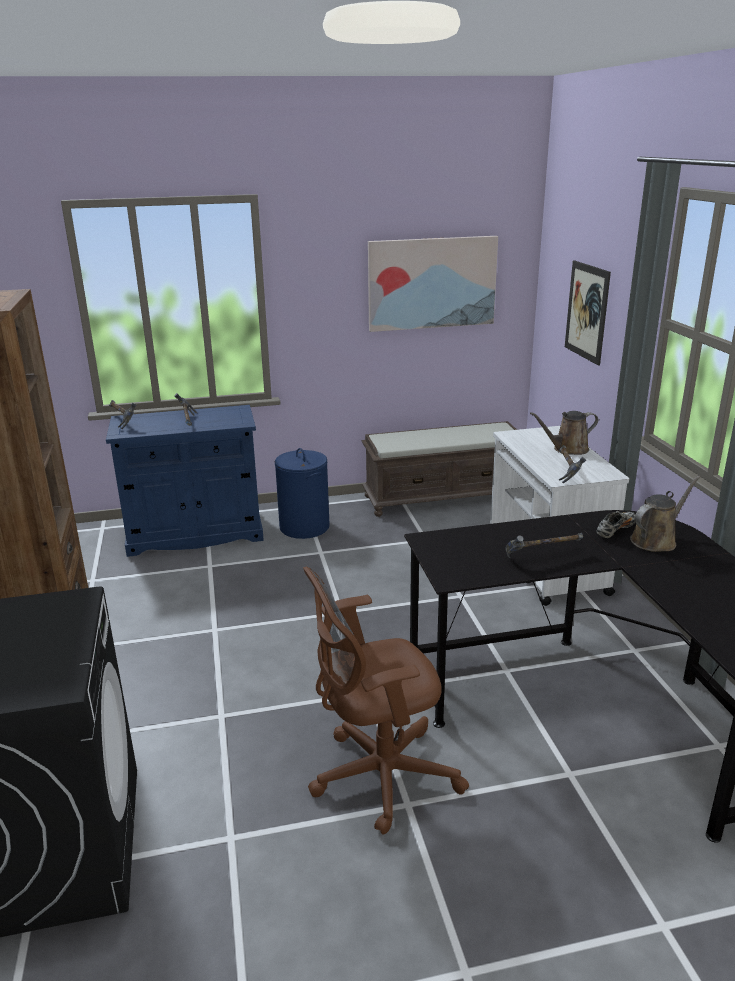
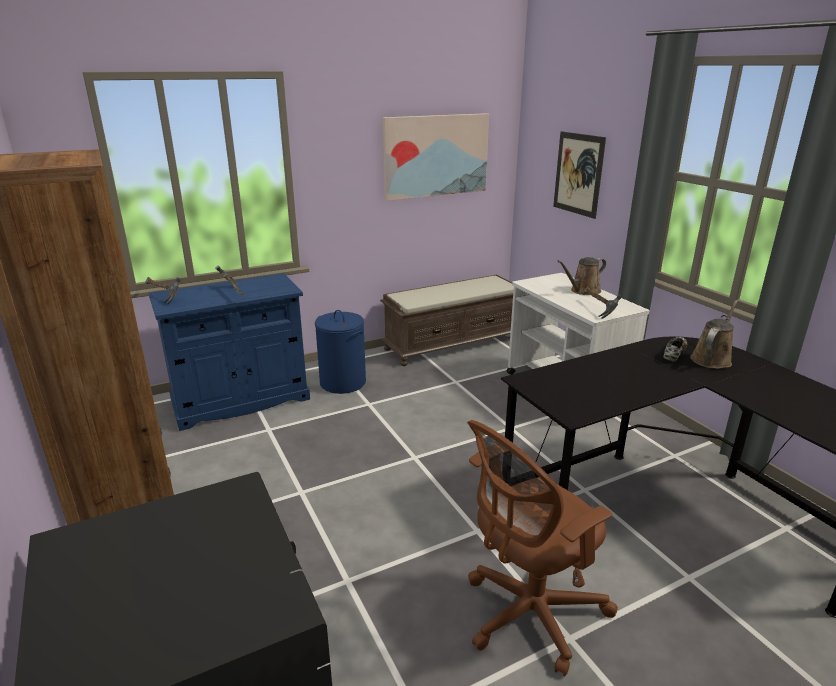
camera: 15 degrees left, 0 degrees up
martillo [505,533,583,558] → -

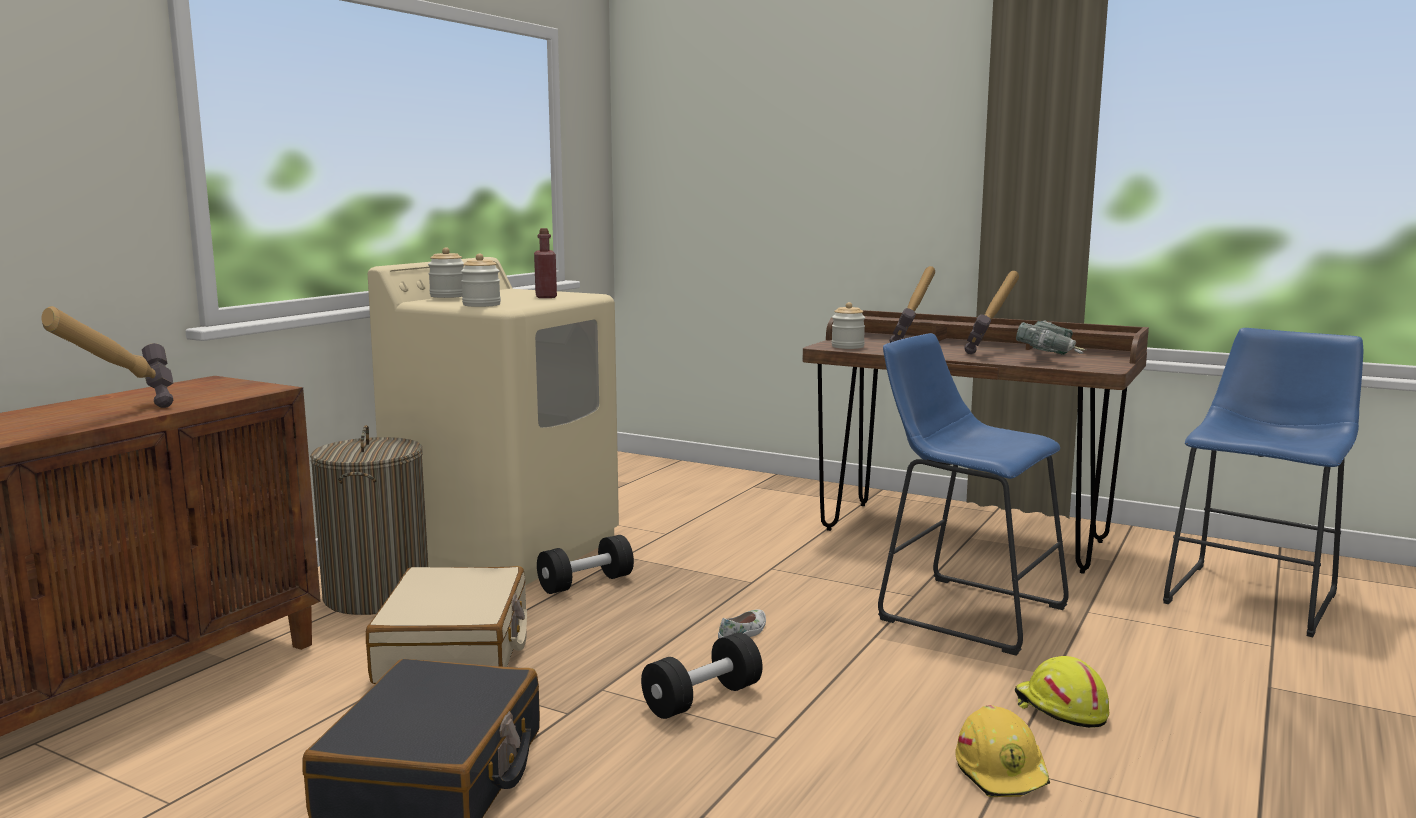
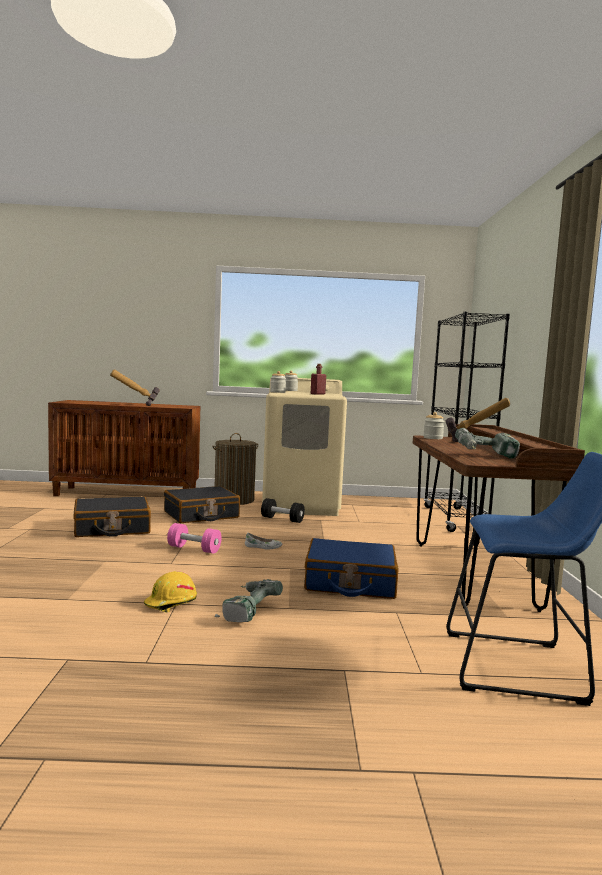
camera: 60 degrees right, 5 degrees down
maleta (beis) [366,566,527,684] → maleta (negro) [164,486,240,523]
mancuerna (negro) [641,632,762,719] → mancuerna (rosa) [167,523,221,554]
taburete (azul) [878,333,1069,656] → maleta (azul) [304,538,399,599]
martillo [964,271,1019,354] → -
casco (amarillo) [1015,656,1109,728] → taladro [215,579,283,622]
- → estantería (negro) [423,312,510,532]

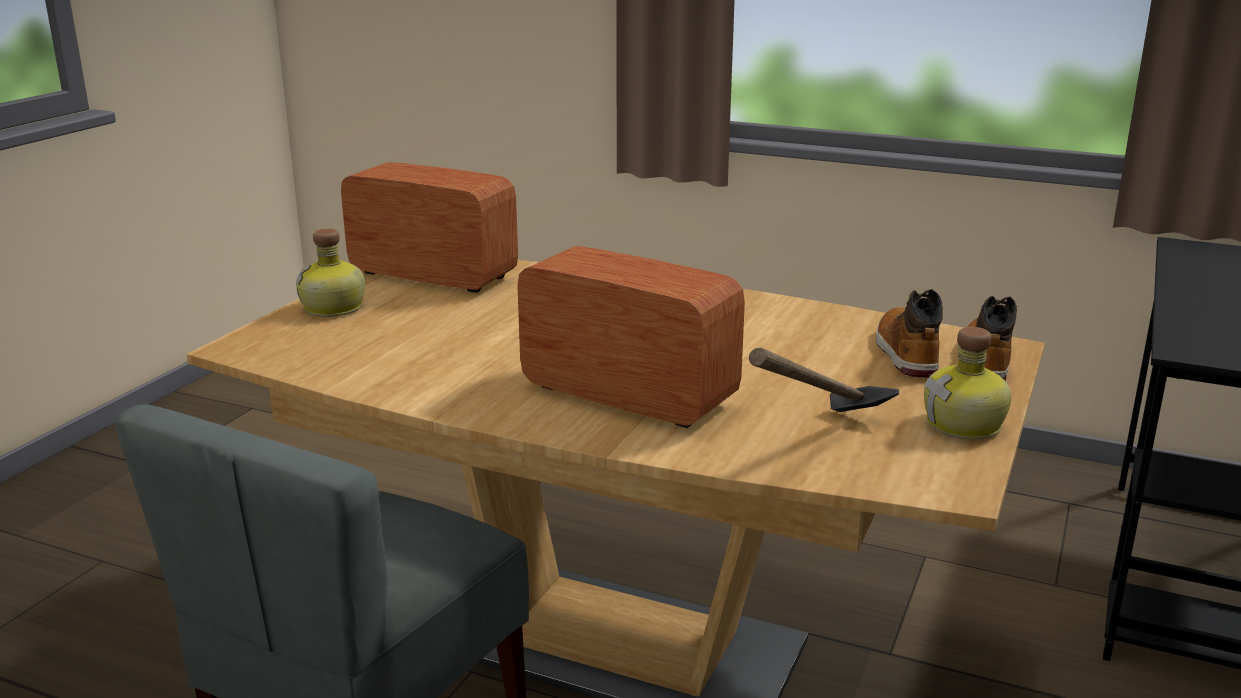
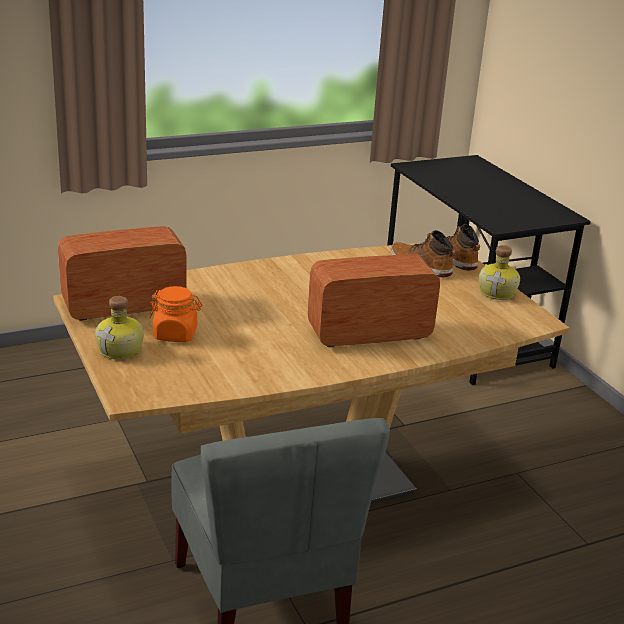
camera: 50 degrees left, 5 degrees up
martillo [749,348,899,412] → -
- → tarro (naranja) [149,286,202,342]

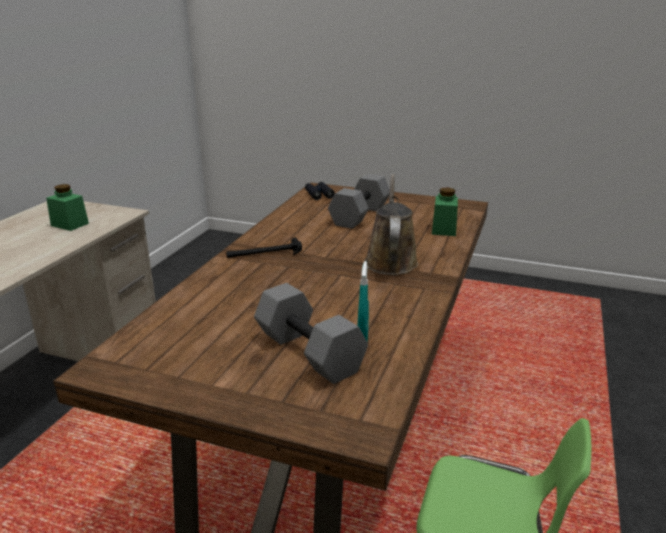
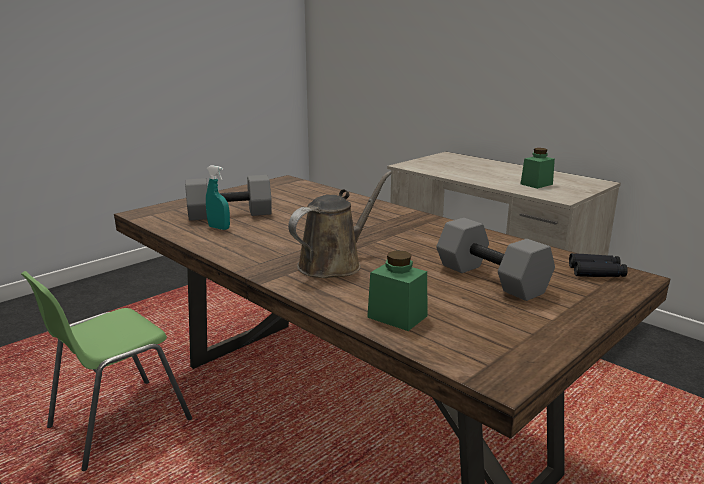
camera: 115 degrees right, 5 degrees down
martillo [226,238,302,258] → -
regadera (marrón) [364,174,418,275] → regadera (marrón) [288,171,392,278], 75 degrees counterclockwise

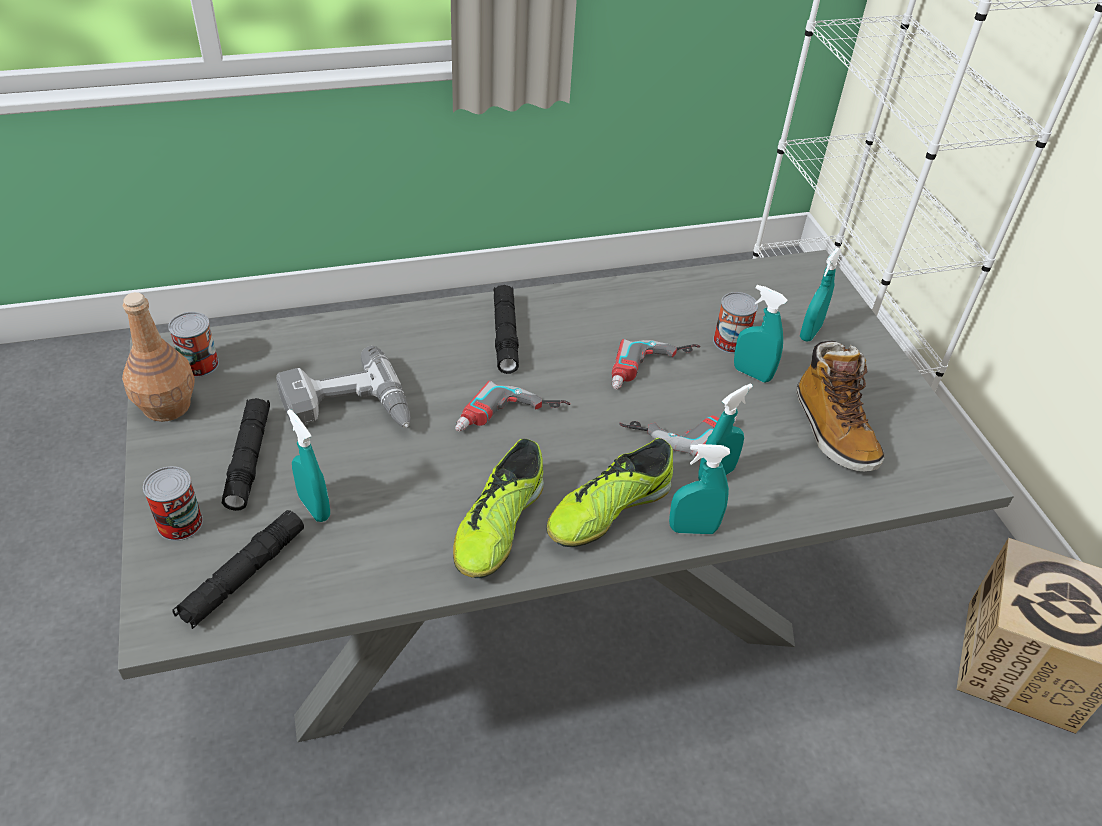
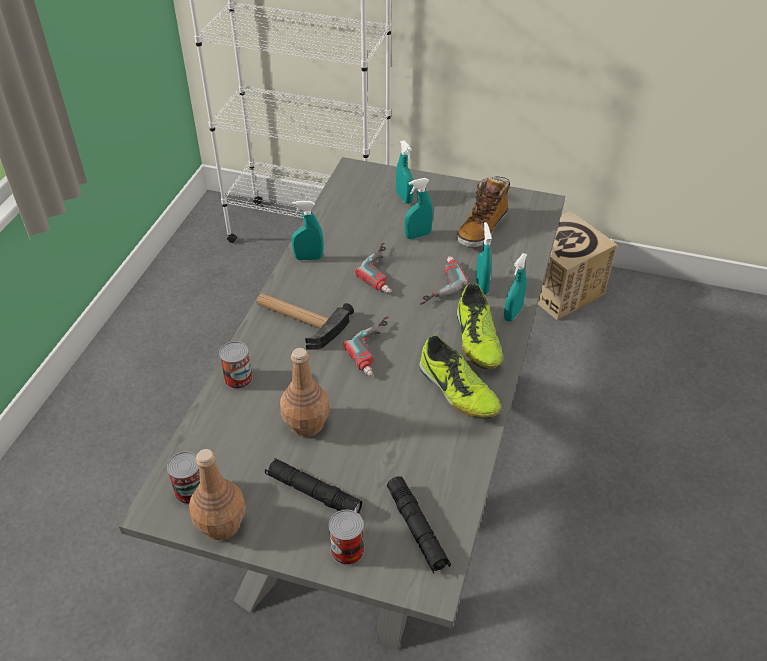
camera: 55 degrees left, 0 degrees up
taladro [276,346,411,428] → botella (marrón) [280,348,330,437]
pulverizador (turquesa) [287,409,330,522] → pulverizador (turquesa) [292,201,324,261], move
linterna (negro) [493,285,519,374] → martillo [257,293,354,350]
lata [713,292,758,354] → lata [219,341,253,389], move
bota [796,341,884,471] → bota [456,176,510,247], 105 degrees clockwise

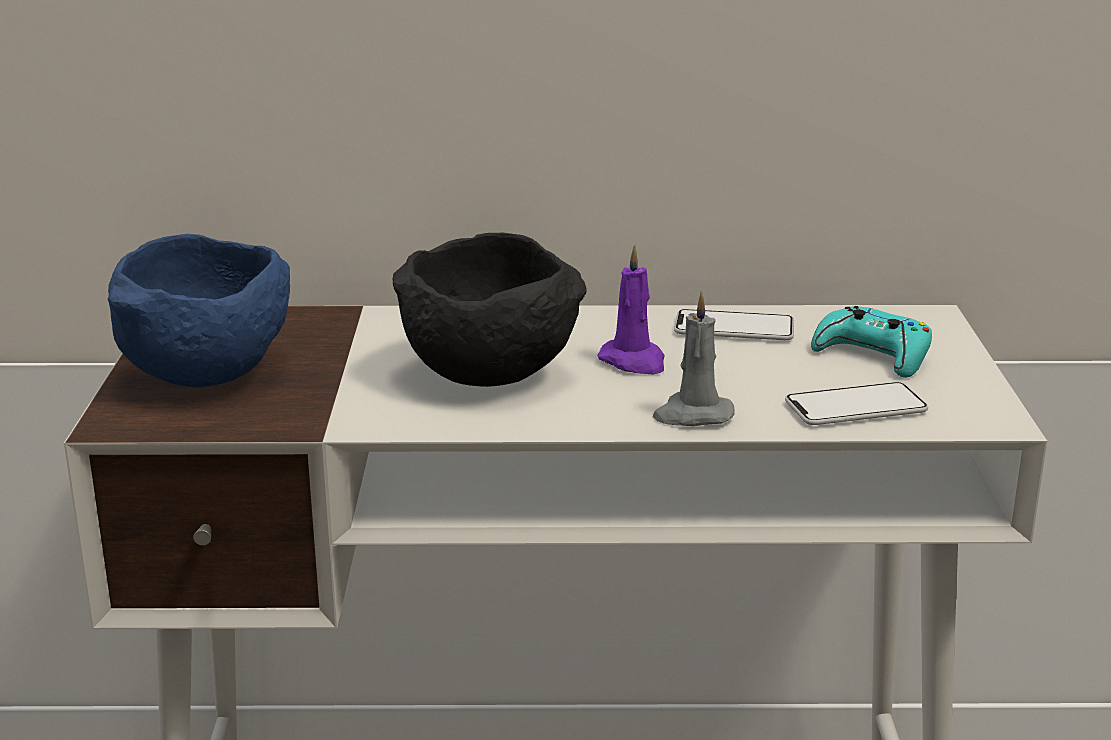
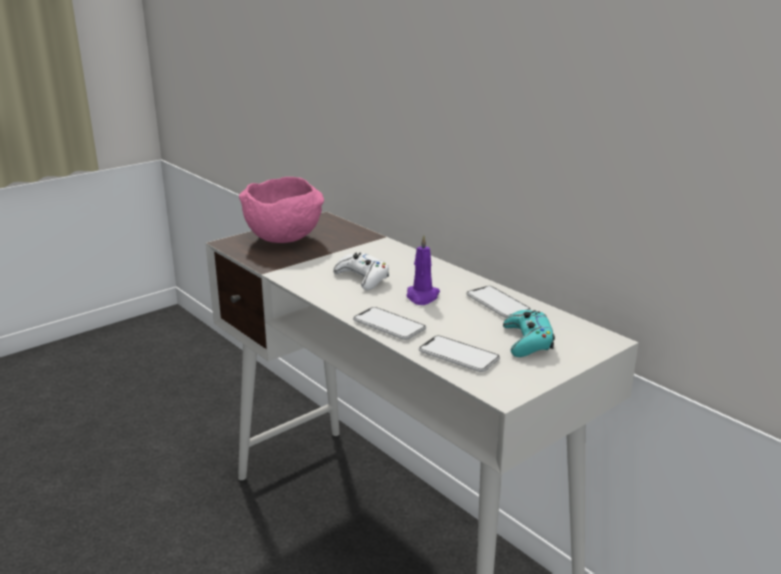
camera: 50 degrees right, 0 degrees up
cuenco (azul) [107,234,290,388] → cuenco (rosa) [239,177,324,243]
cuenco (negro) [393,233,586,387] → mando de consola (blanco) [333,252,389,290]
vela (gris) [653,291,734,426] → móvil [353,307,426,340]

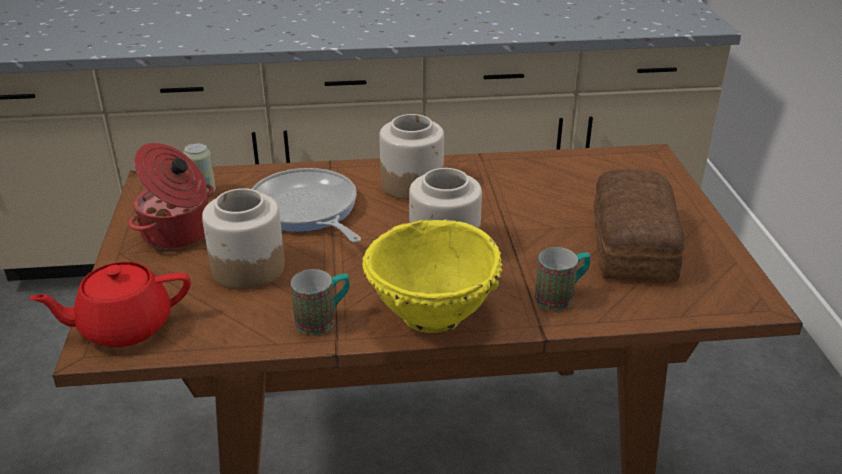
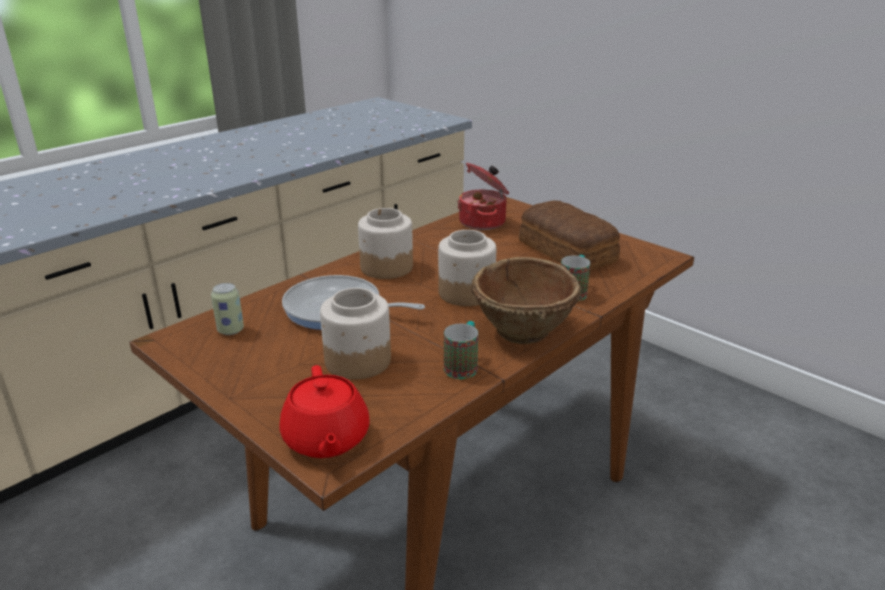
camera: 40 degrees left, 5 degrees down
tetera (rojo) [29,262,191,347] → tetera (rojo) [279,365,370,458], 45 degrees counterclockwise
olla [129,143,214,249] → olla [457,163,509,230], move
cuenco (amarillo) [362,220,502,333] → cuenco (marrón) [471,257,581,344]

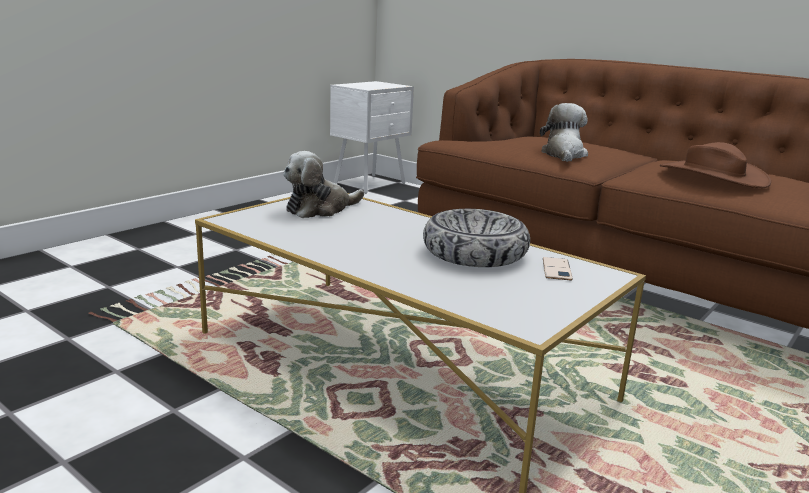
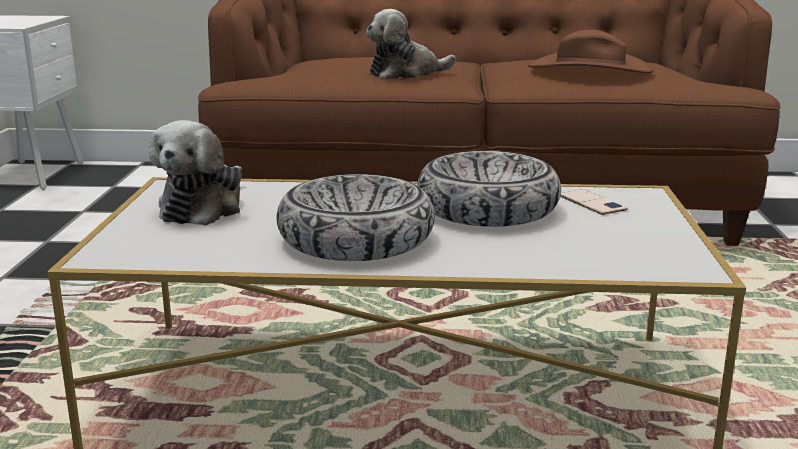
camera: 35 degrees left, 0 degrees up
peluche [540,103,588,162] → peluche [366,9,456,80], 90 degrees counterclockwise
- → cuenco [276,174,435,261]

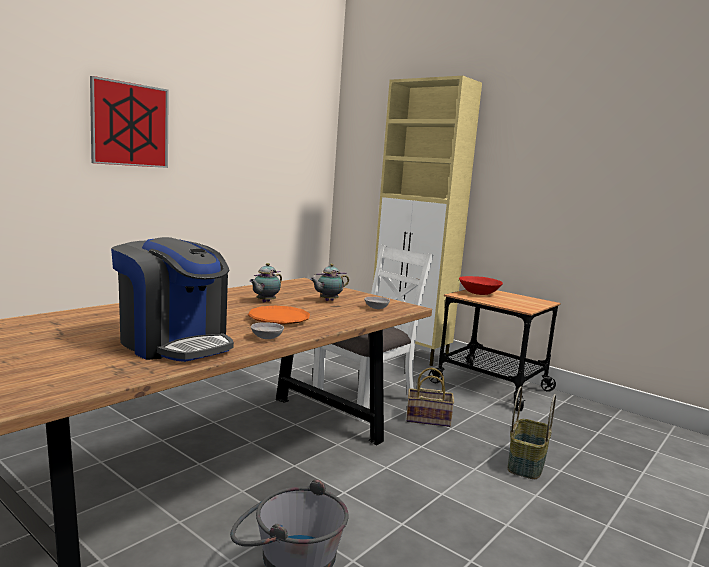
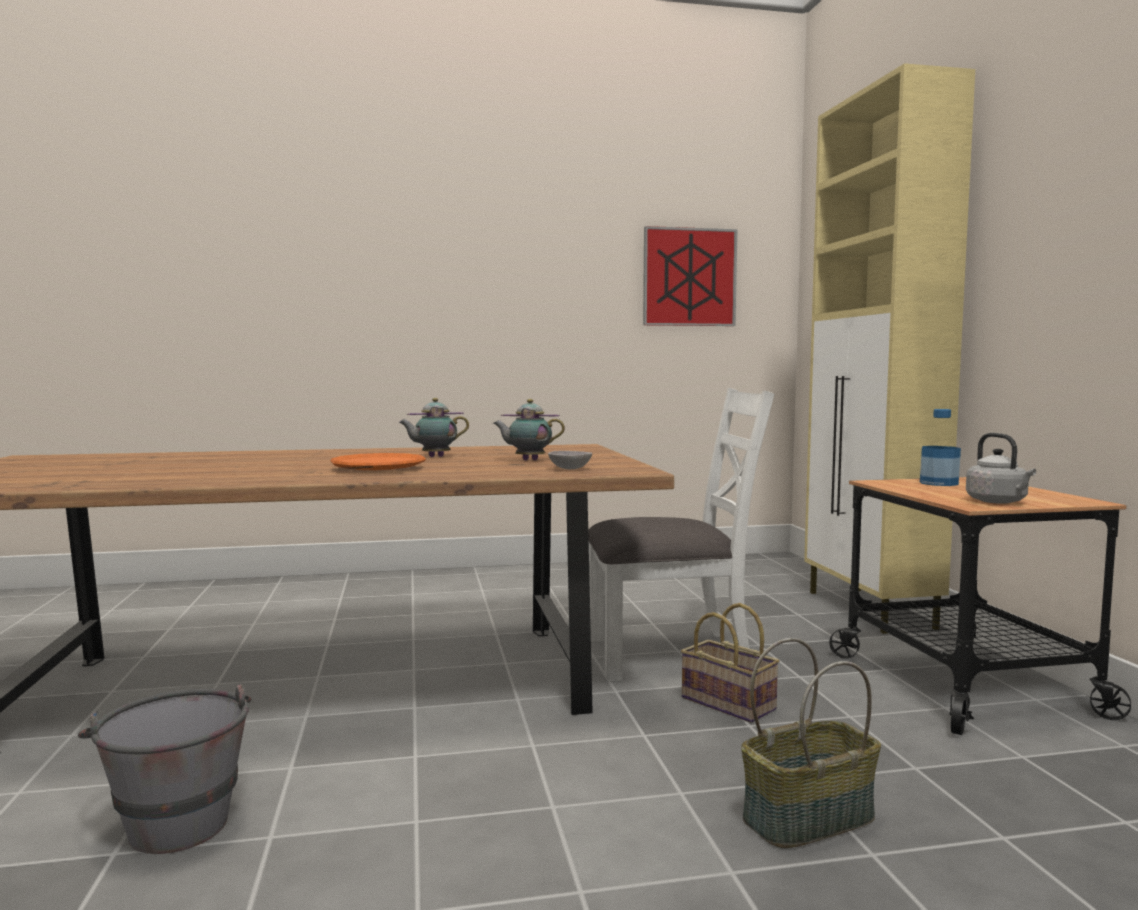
camera: 40 degrees right, 5 degrees down
cuadro [90,76,169,168] → cuadro [643,226,738,326], move
cafetera [111,237,234,362] → -
cuenco (gris) [251,322,284,339] → -
cuenco (rojo) [459,276,503,295] → botella [920,409,961,486]
- → hervidor (gris) [966,433,1036,504]

